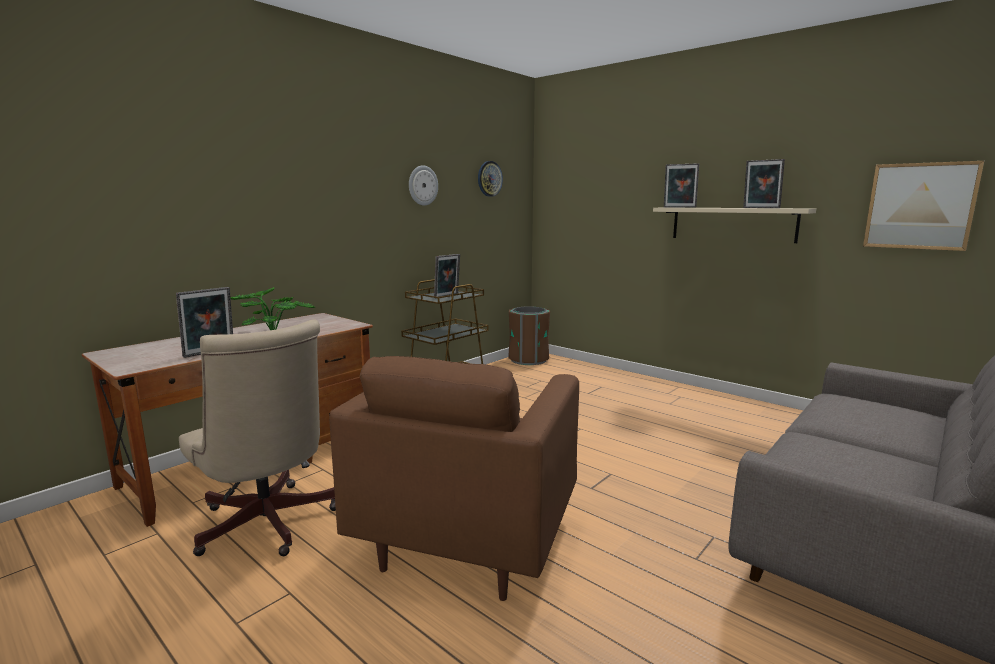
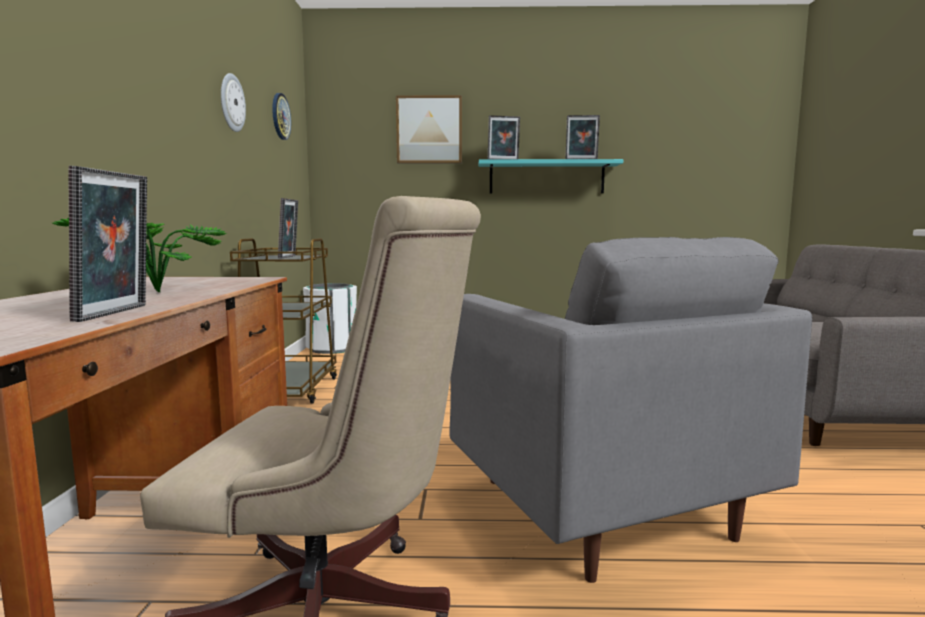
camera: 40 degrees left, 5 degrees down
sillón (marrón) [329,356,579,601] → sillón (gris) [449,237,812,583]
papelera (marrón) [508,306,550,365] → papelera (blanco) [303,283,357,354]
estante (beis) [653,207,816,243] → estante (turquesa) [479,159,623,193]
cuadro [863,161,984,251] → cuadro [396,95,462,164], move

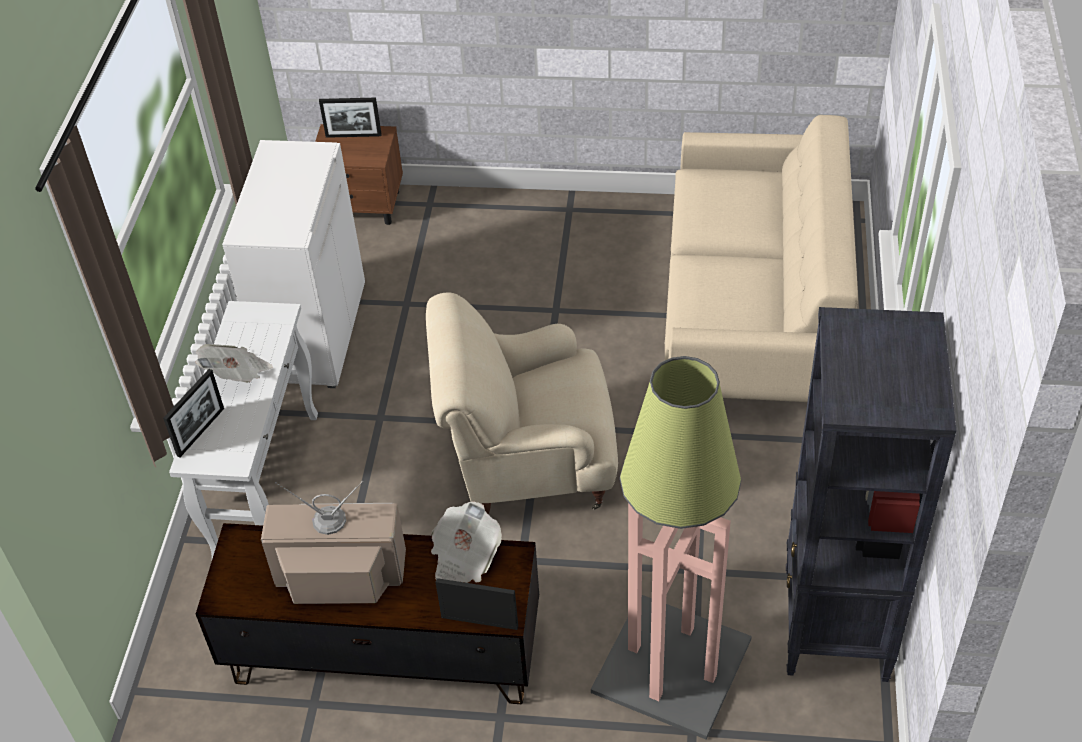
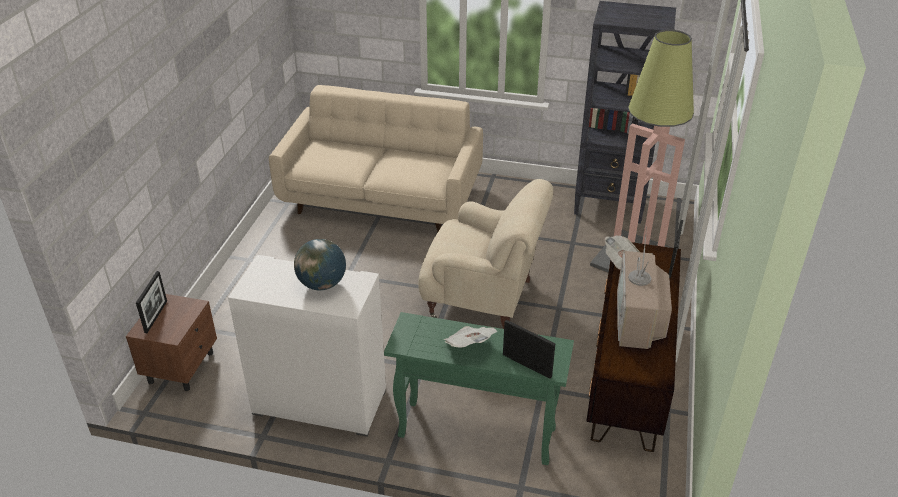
camera: 85 degrees left, 10 degrees down
mesa consola (blanco) [169,301,318,559] → mesa consola (verde) [384,312,574,465]
sillón (beis) [426,292,618,514] → sillón (beis) [418,179,553,329], 75 degrees counterclockwise
- → globo terráqueo [294,239,346,290]

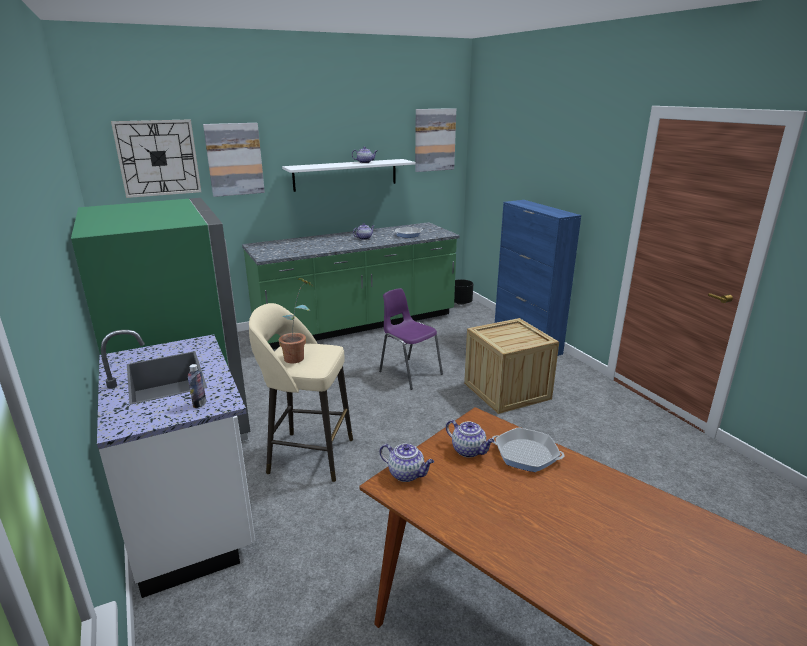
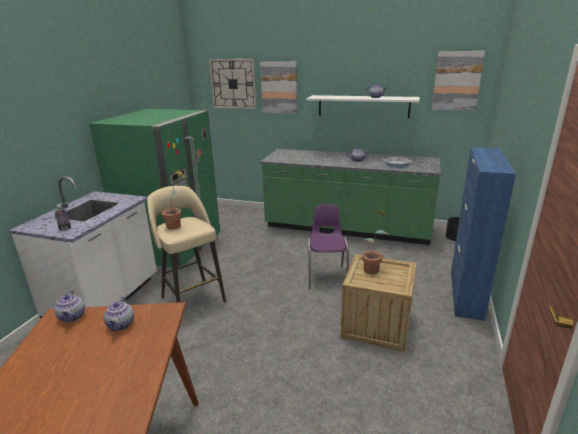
camera: 45 degrees right, 0 degrees up
sartén [492,428,564,472] → -
- → planta en maceta [362,210,388,274]

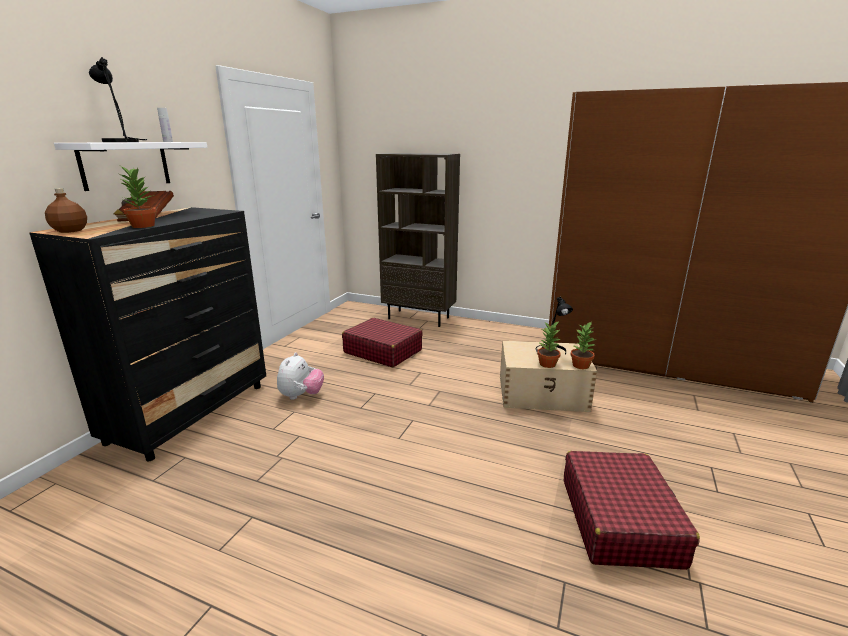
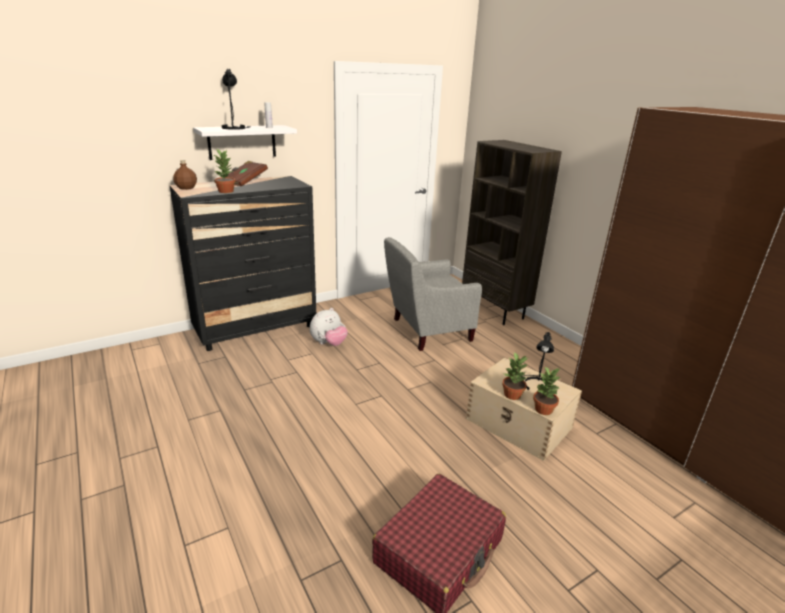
camera: 35 degrees right, 5 degrees up
maleta (rojo) [342,318,423,367] → sillón (gris) [384,237,482,351]

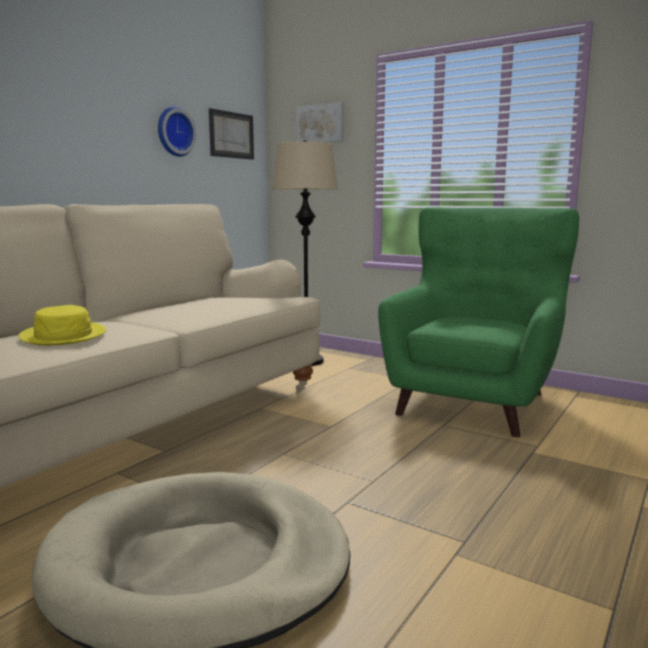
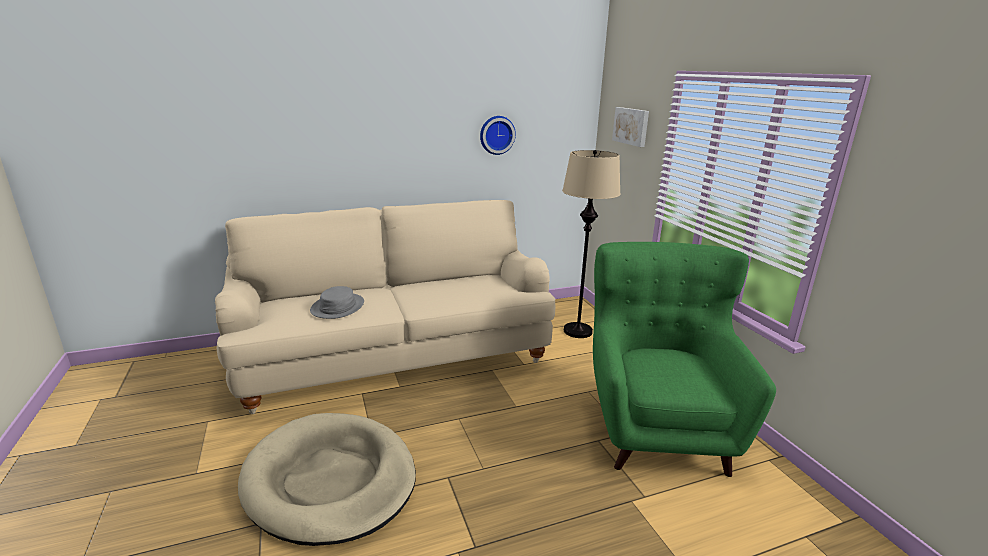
camera: 35 degrees right, 10 degrees up
sombrero (amarillo) [19,305,106,345] → sombrero (gris) [310,286,364,319]
cuadro [209,108,254,160] → -
sillón (verde) [378,207,579,437] → sillón (verde) [593,242,776,477], 60 degrees counterclockwise

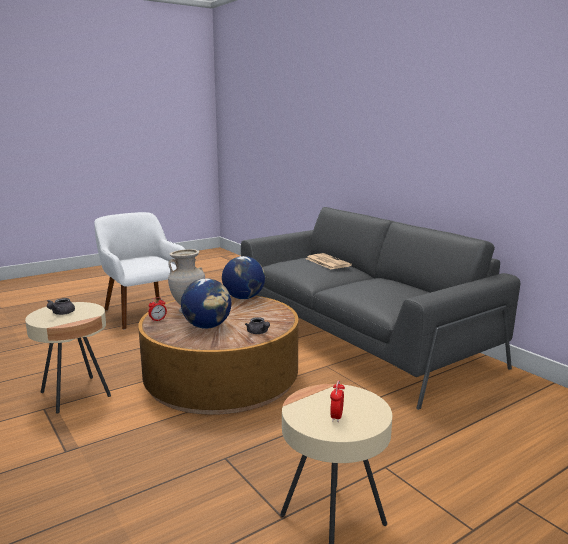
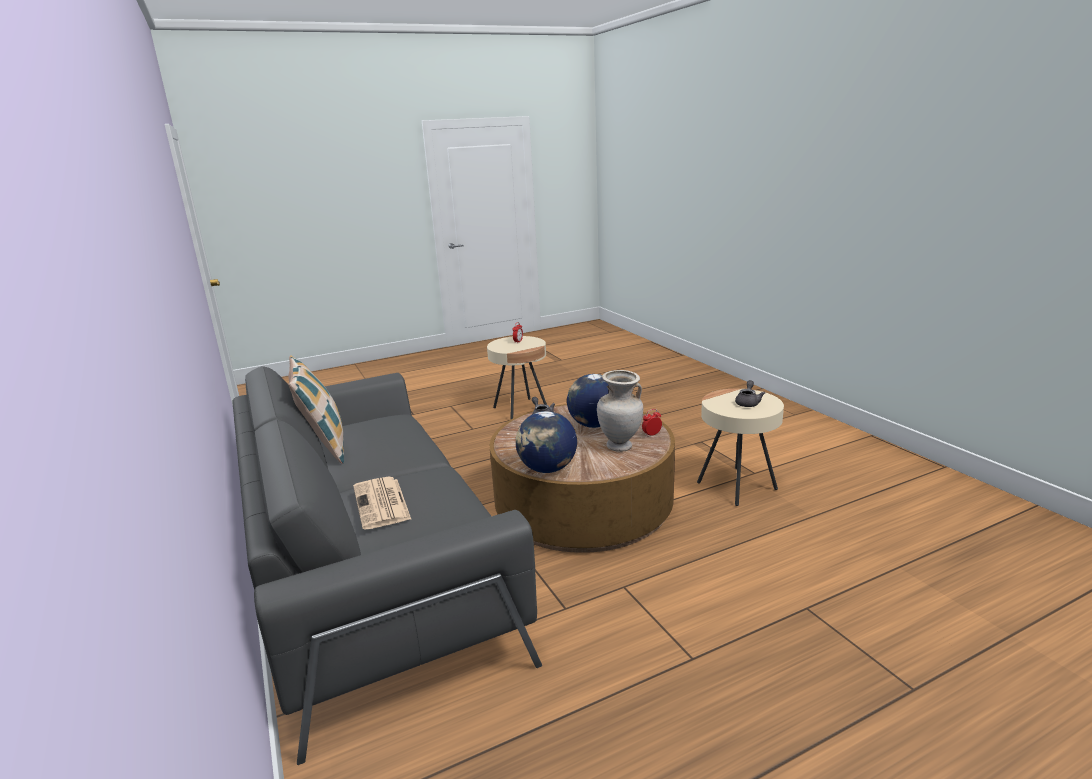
camera: 170 degrees left, 5 degrees up
sillón (blanco) [94,212,185,330] → -
- → cojín [288,355,344,464]

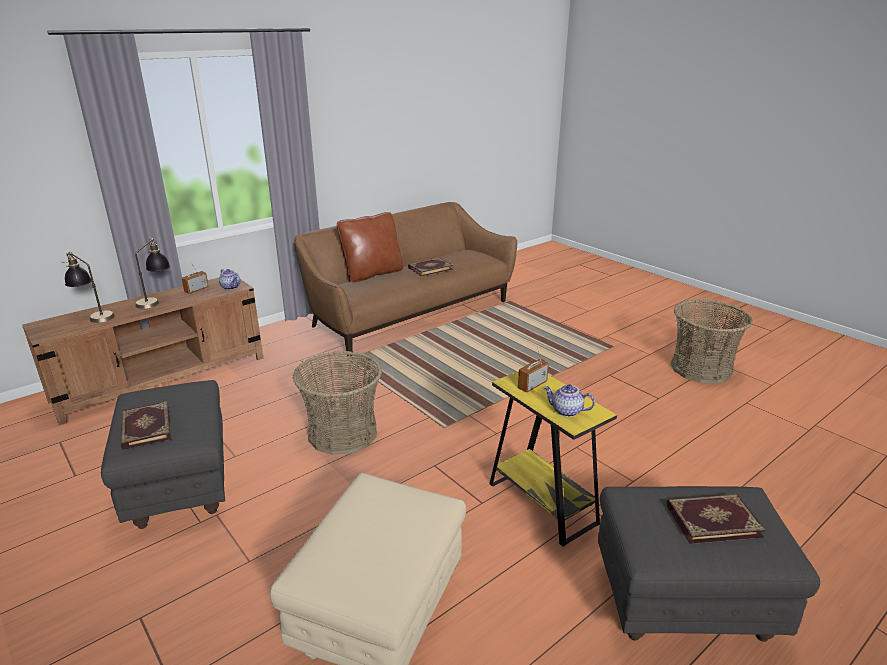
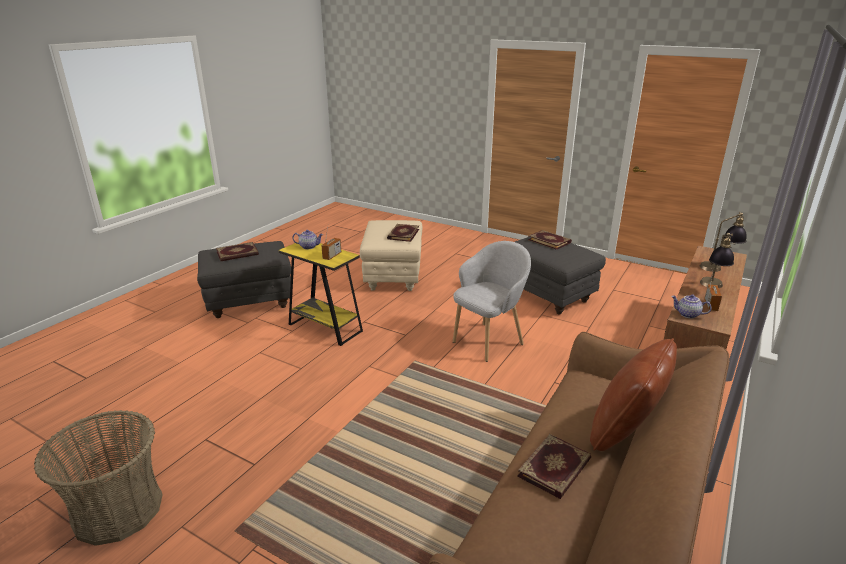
camera: 160 degrees right, 0 degrees up
cesta [293,351,382,455] → sillón (gris) [453,241,531,362]
- → libro [387,224,419,242]

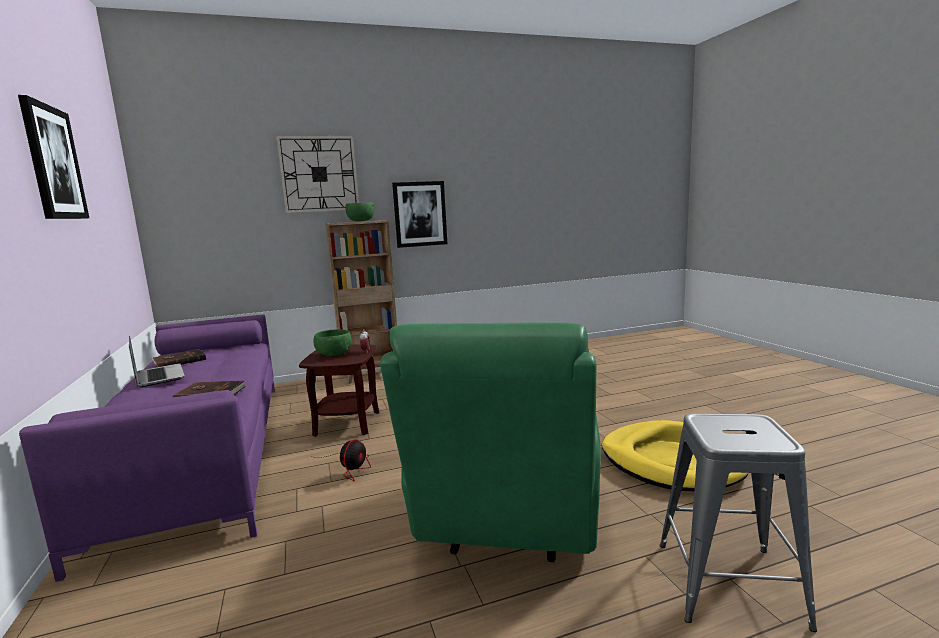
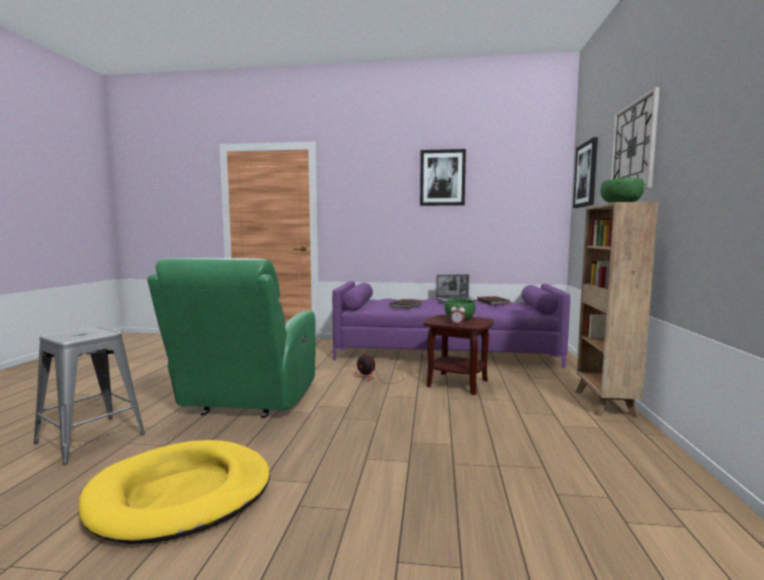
camera: 115 degrees right, 5 degrees down
sillón (verde) [380,322,601,562] → sillón (verde) [147,258,316,418], 120 degrees counterclockwise
cuadro [392,181,447,248] → cuadro [573,137,598,208], move

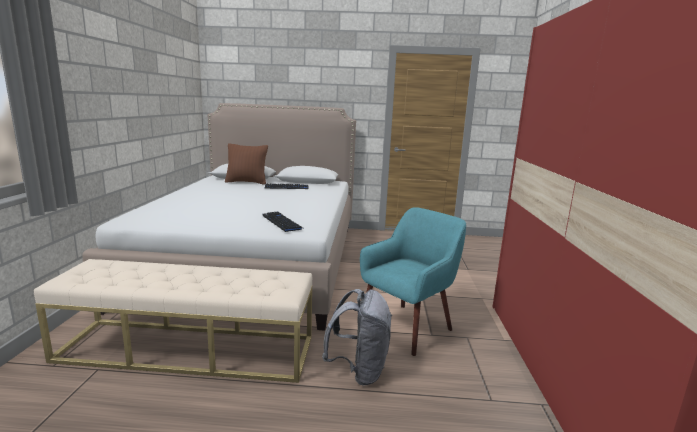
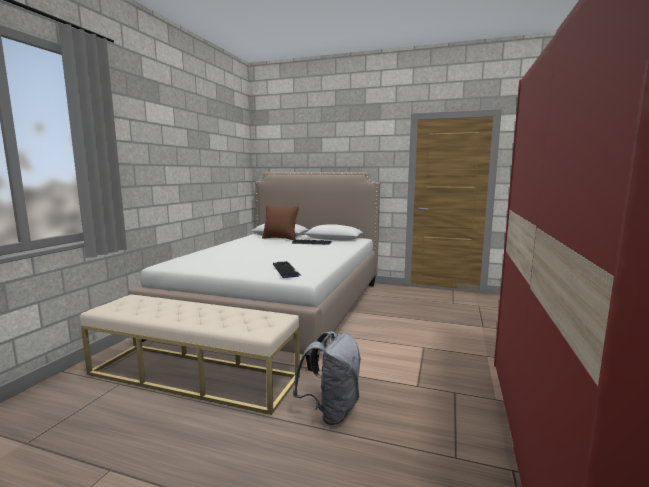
camera: 15 degrees right, 5 degrees down
sillón (turquesa) [360,207,466,356] → -

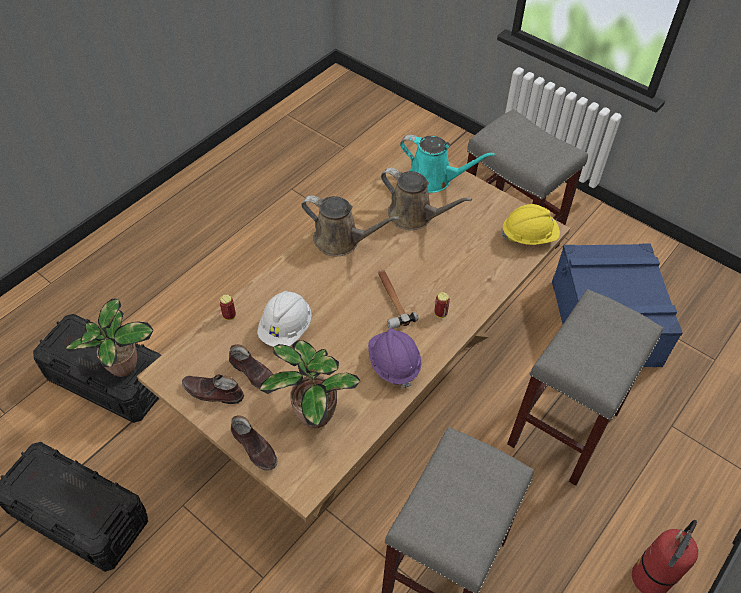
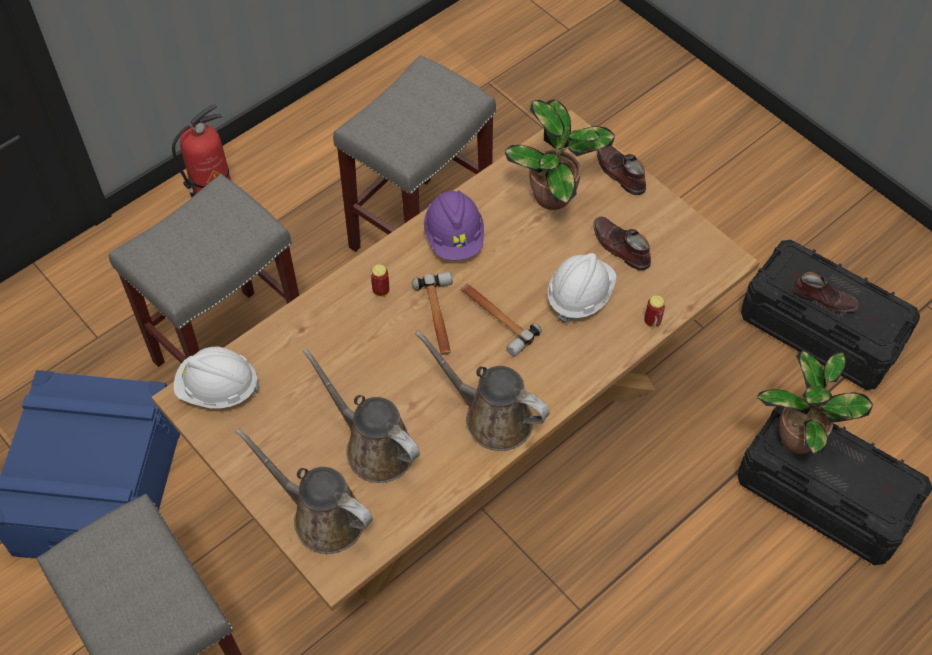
camera: 170 degrees left, 5 degrees up
zapato (marrón) [182,374,244,404] → zapato (marrón) [792,272,860,313], move
regadera (turquesa) [400,135,495,193] → regadera (marrón) [235,428,373,554]
casco (amarillo) [501,204,560,245] → casco (blanco) [174,347,260,409]
- → martillo [461,284,542,356]

